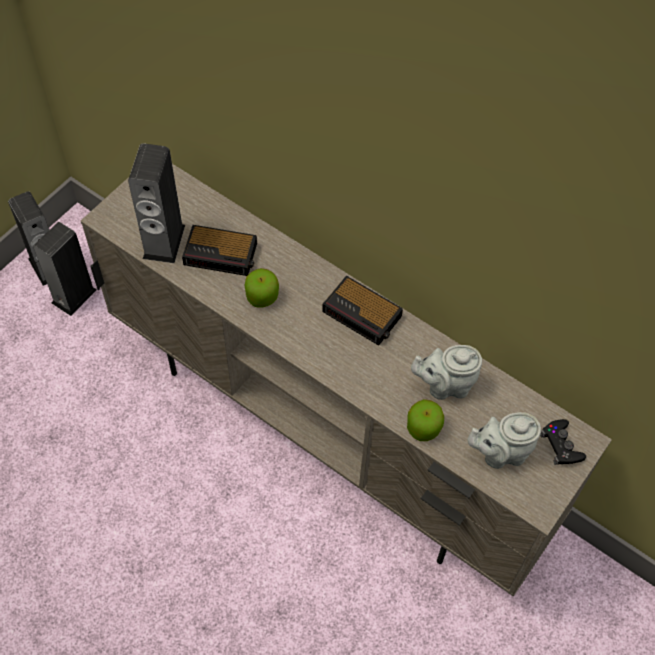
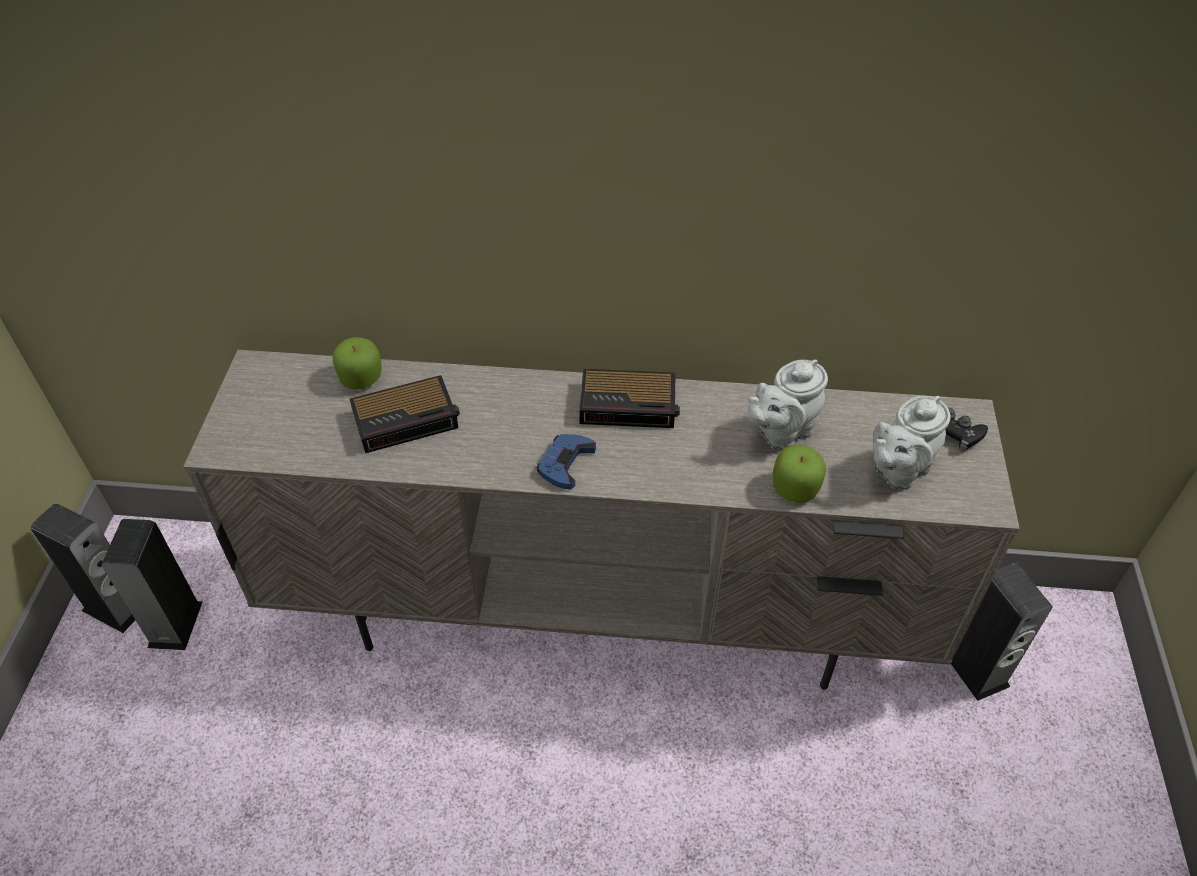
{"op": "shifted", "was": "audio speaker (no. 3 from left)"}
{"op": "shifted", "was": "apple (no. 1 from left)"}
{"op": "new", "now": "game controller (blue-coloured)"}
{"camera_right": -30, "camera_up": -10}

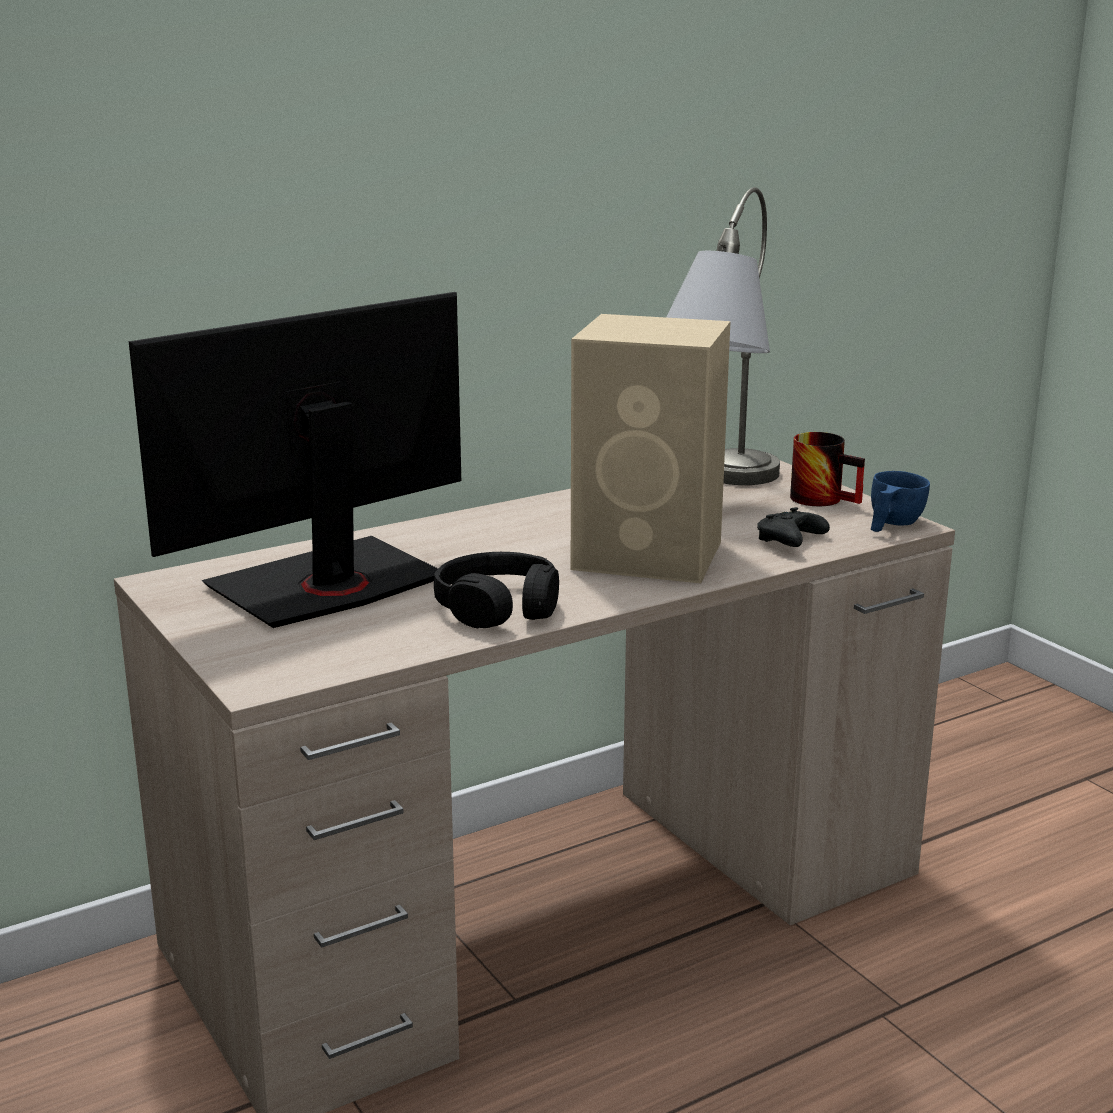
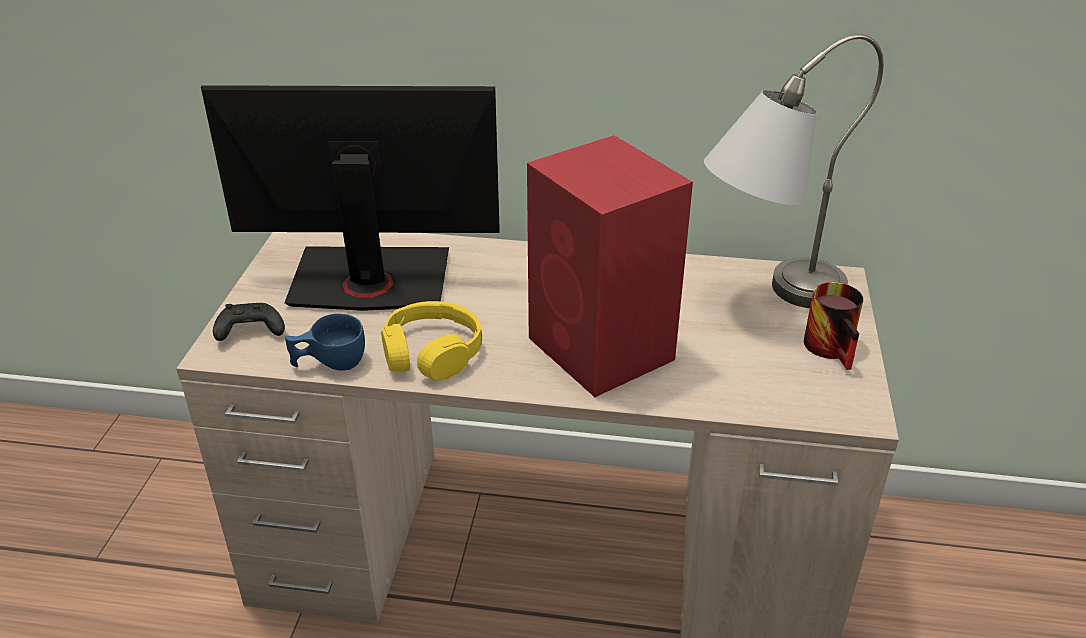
{"op": "repainted", "was": "pair of headphones (black-coloured)", "now": "pair of headphones (yellowish)"}
{"op": "repainted", "was": "audio speaker (beige)", "now": "audio speaker (red-coloured)"}
{"op": "shifted", "was": "game controller (black-coloured)"}
{"op": "shifted", "was": "cup (blue-coloured)"}
{"camera_right": 40, "camera_up": 15}

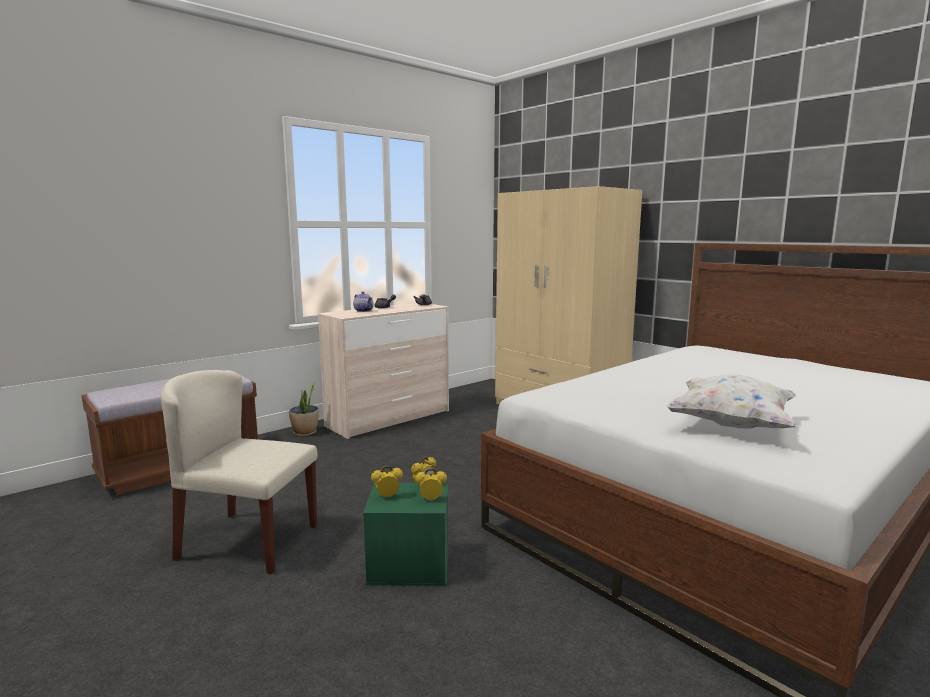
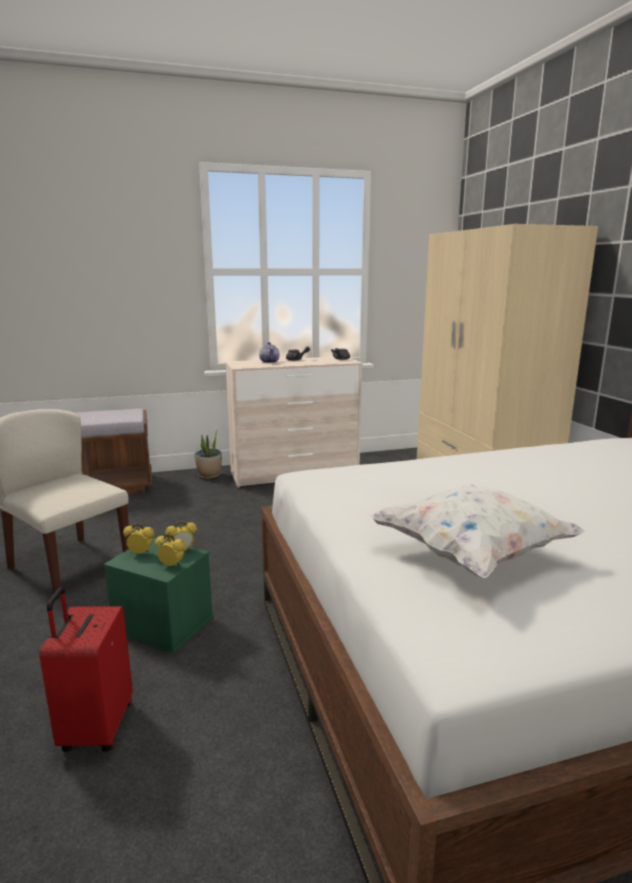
{"op": "new", "now": "travel case (red-coloured)"}
{"camera_right": 25, "camera_up": 5}

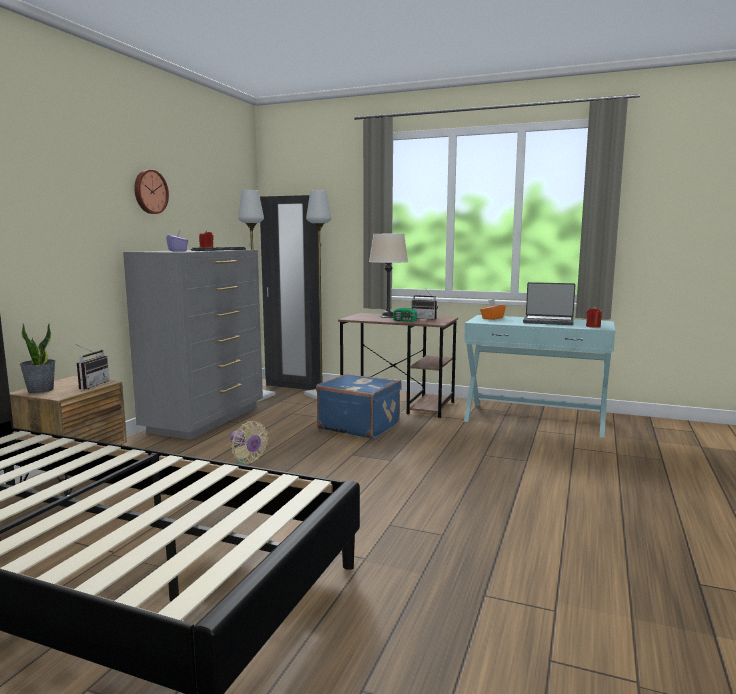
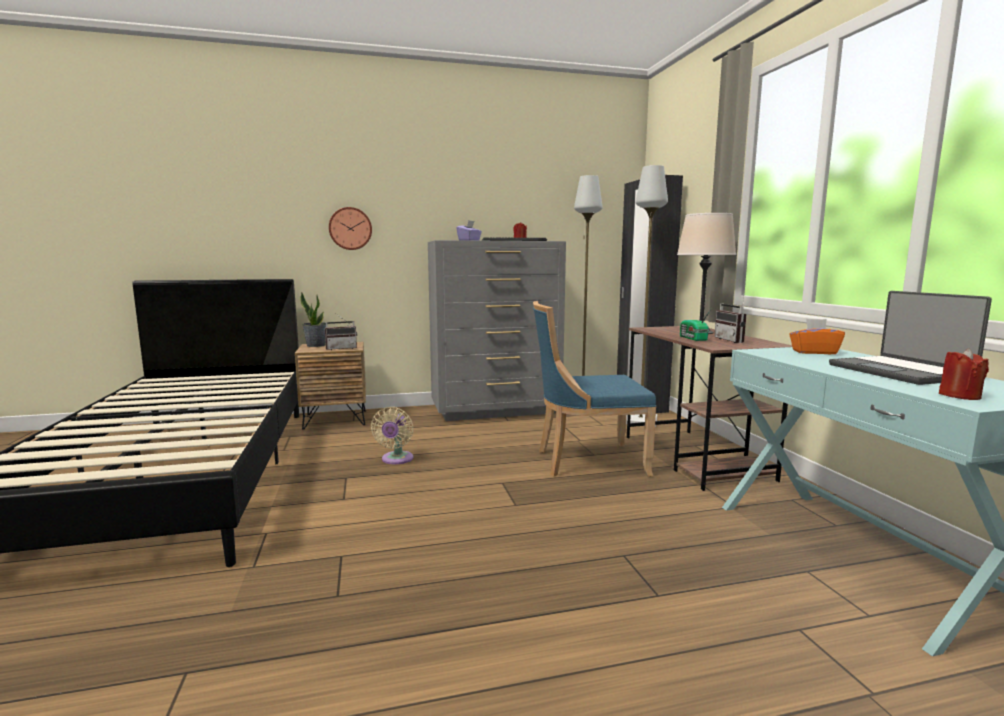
{"op": "shifted", "was": "hanging clock"}
{"op": "swapped", "was": "travel case (blue-coloured)", "now": "chair (blue-coloured)"}
{"camera_right": 55, "camera_up": 0}

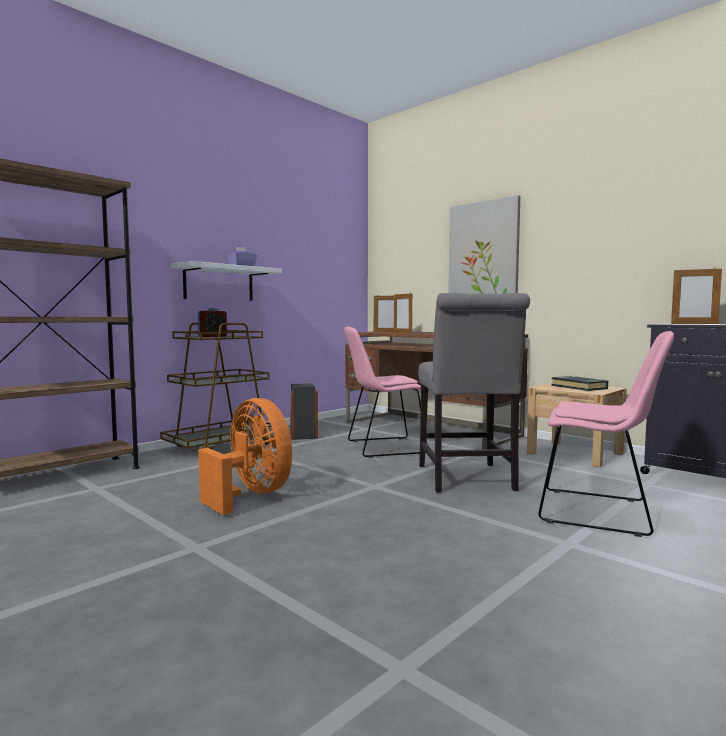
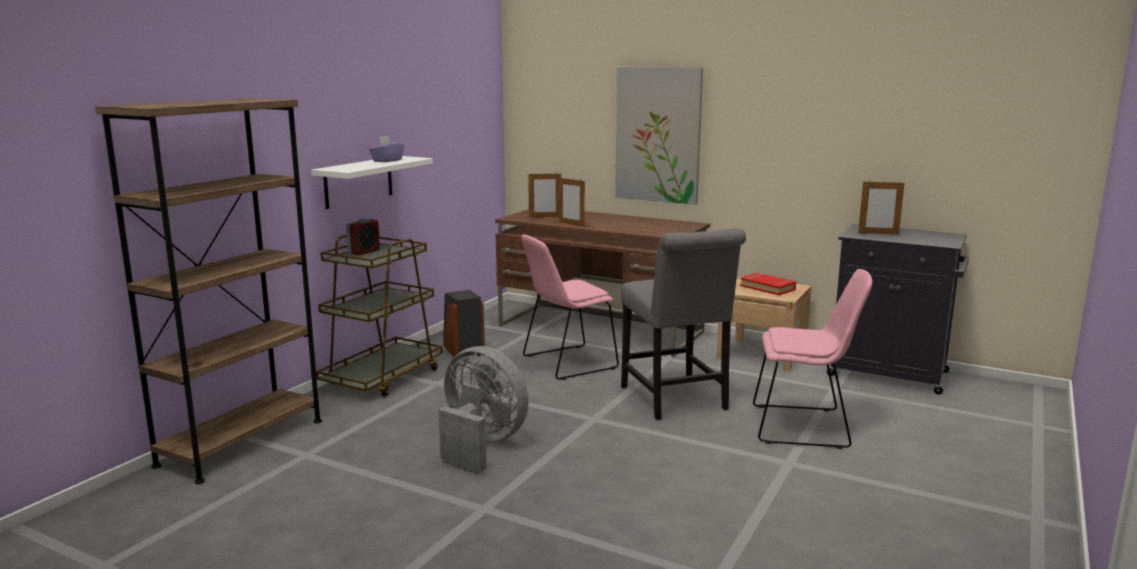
{"op": "repainted", "was": "cooling fan (orange-coloured)", "now": "cooling fan (grey)"}
{"op": "repainted", "was": "book (black-coloured)", "now": "book (red-coloured)"}
{"camera_right": -15, "camera_up": 10}

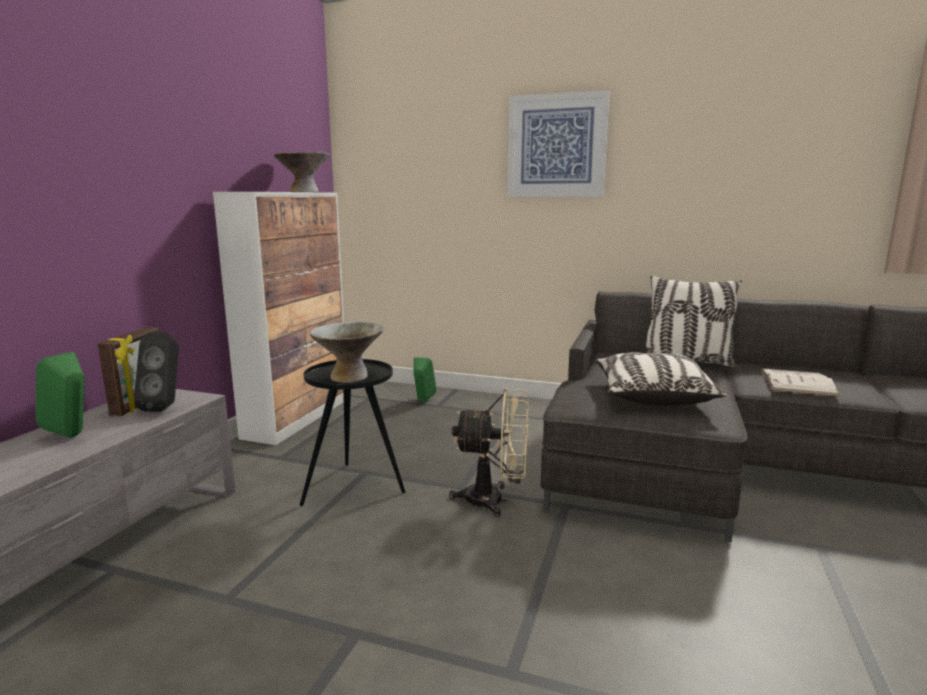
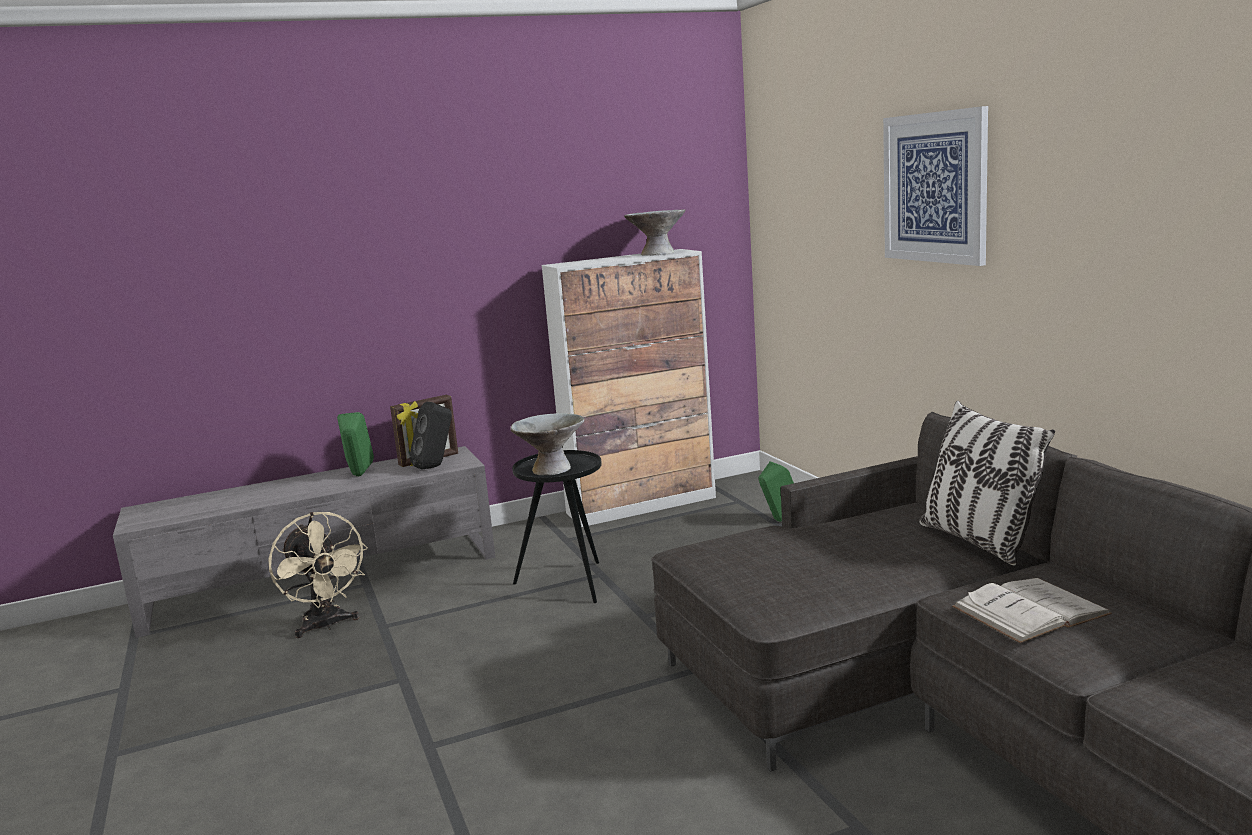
{"op": "shifted", "was": "cooling fan (beige)"}
{"op": "gone", "was": "cushion (no. 1 from left)"}
{"camera_right": 50, "camera_up": 0}

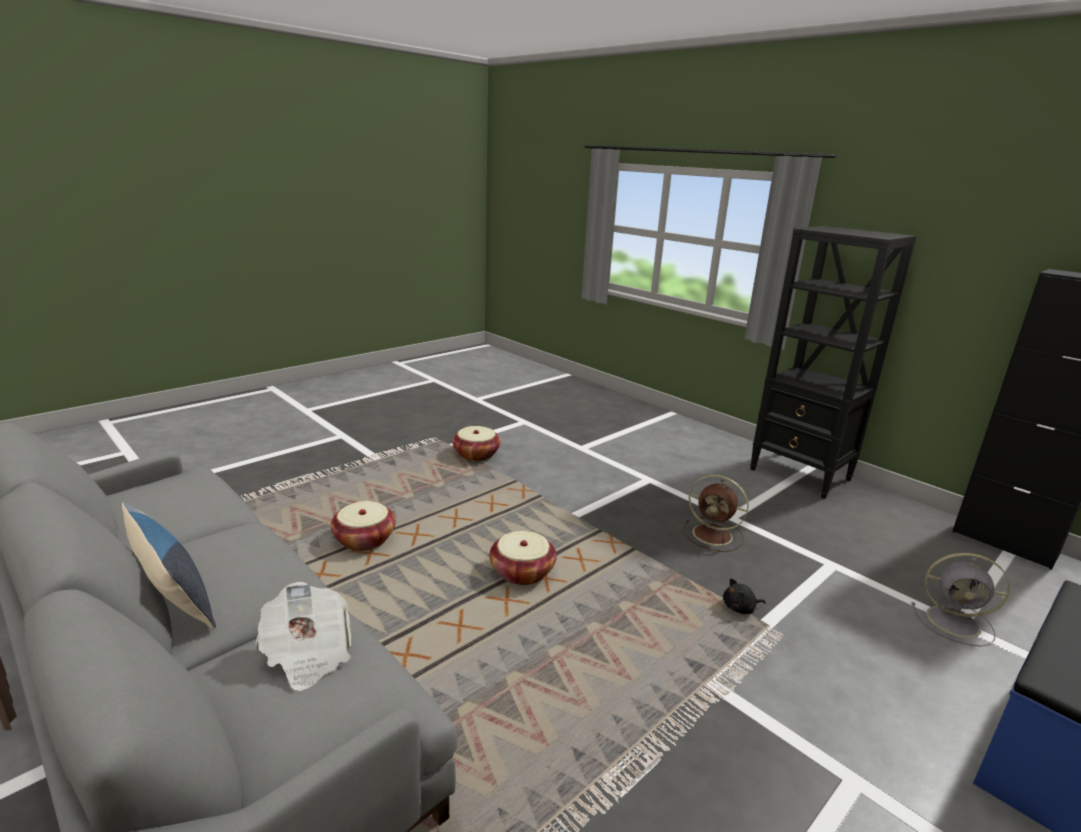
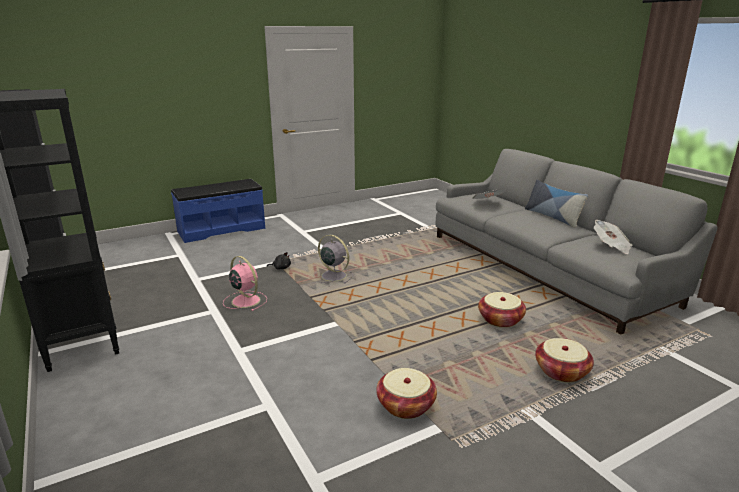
{"op": "shifted", "was": "storage basket (no. 3 from left)"}
{"op": "repainted", "was": "cooling fan (brown)", "now": "cooling fan (pink)"}
{"op": "shifted", "was": "cooling fan (grey)"}
{"op": "new", "now": "daily paper (no. 2 from left)"}
{"camera_right": -165, "camera_up": 0}

